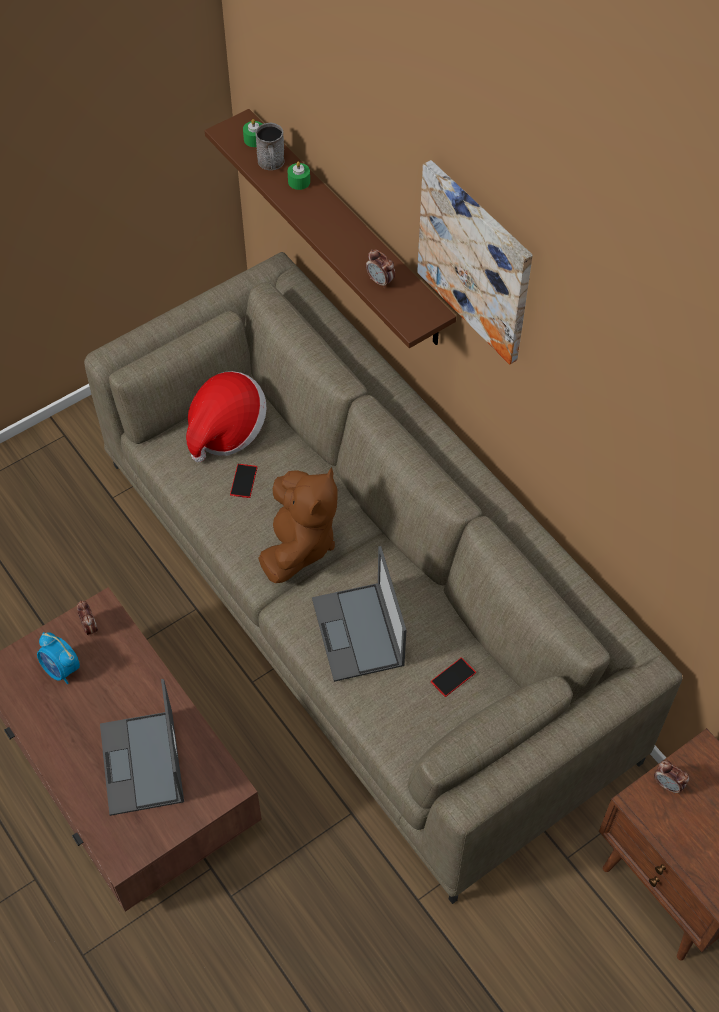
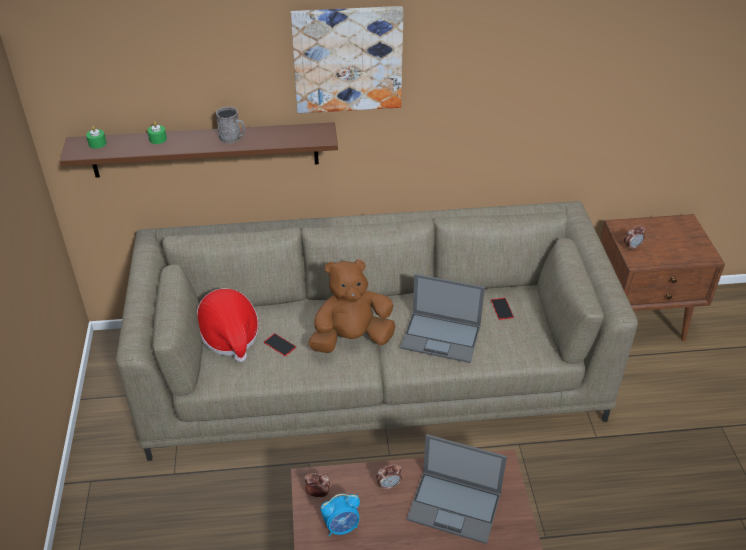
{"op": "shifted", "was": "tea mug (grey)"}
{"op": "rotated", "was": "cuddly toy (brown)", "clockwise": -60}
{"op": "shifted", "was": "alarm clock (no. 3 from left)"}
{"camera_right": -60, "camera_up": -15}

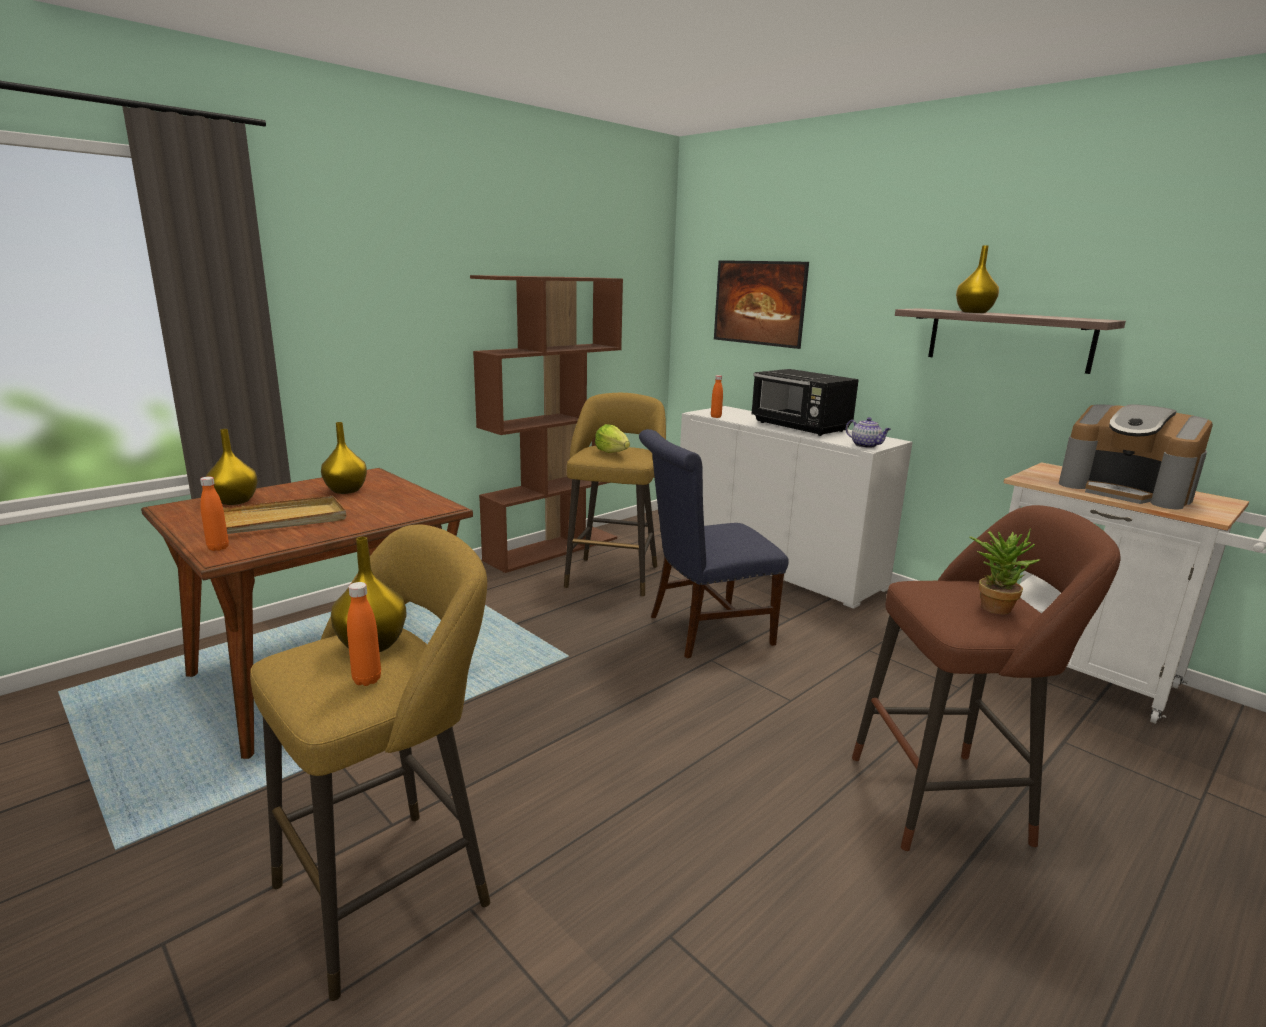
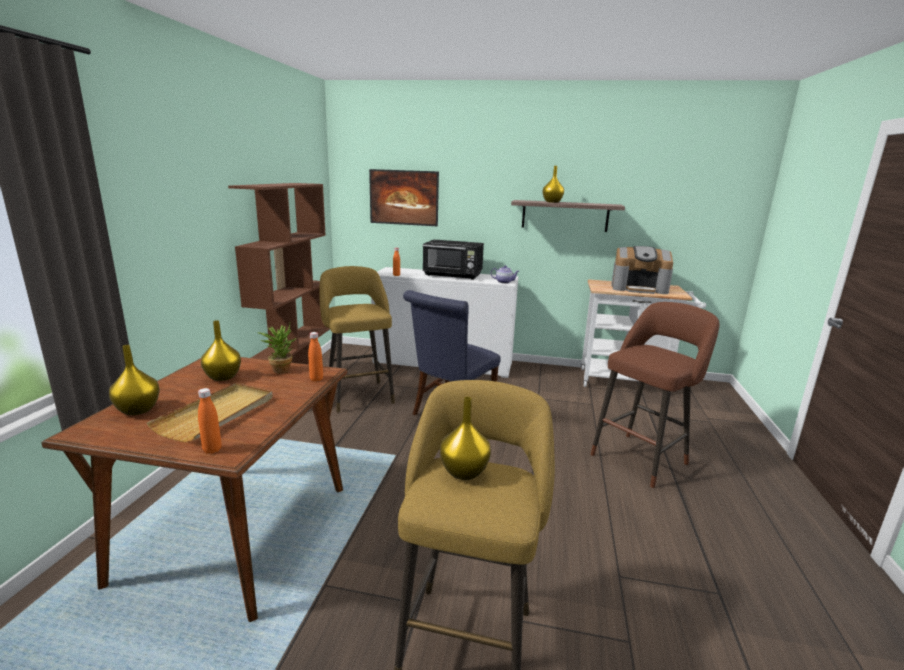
{"op": "shifted", "was": "beverage bottle (orange-coloured) (no. 2 from left)"}
{"op": "gone", "was": "lettuce"}
{"op": "shifted", "was": "plant in a pot"}
{"camera_right": -35, "camera_up": 0}

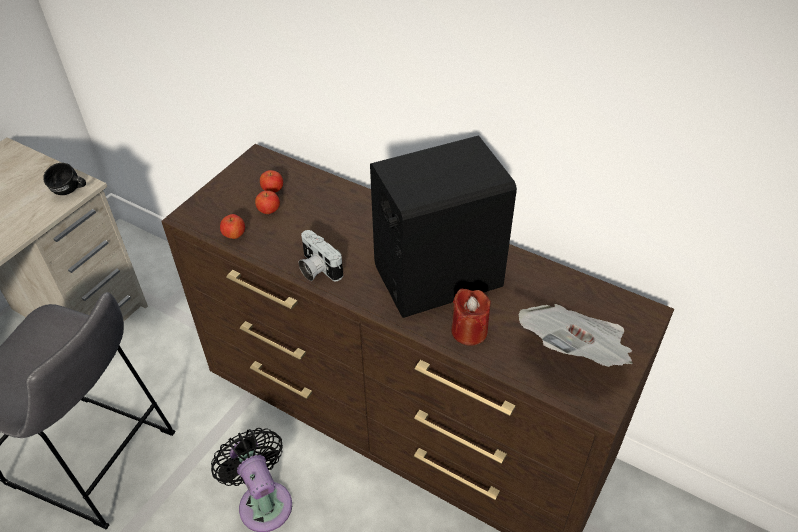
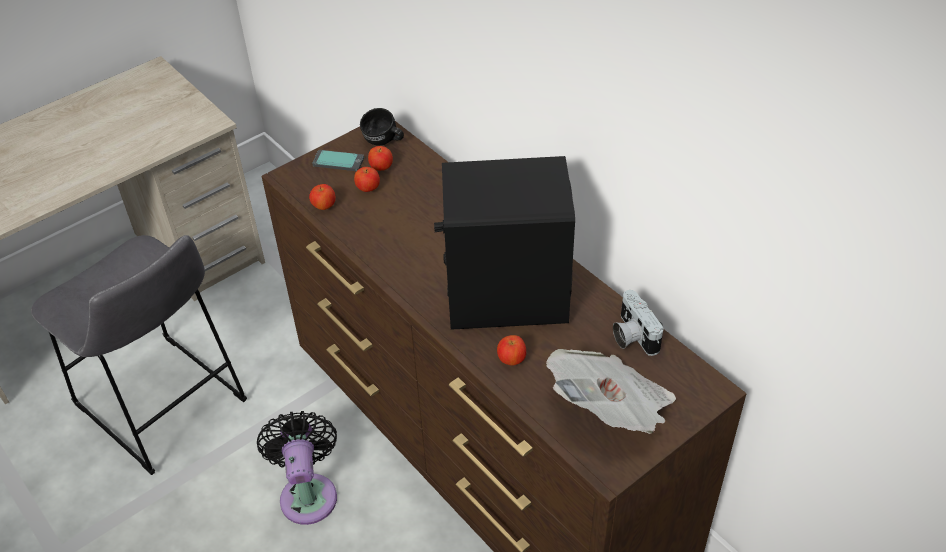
{"op": "shifted", "was": "tea mug (black-coloured)"}
{"op": "shifted", "was": "still camera"}
{"op": "swapped", "was": "wax light (red-coloured)", "now": "apple (no. 4 from left)"}
{"op": "new", "now": "phone"}
{"camera_right": 20, "camera_up": 0}

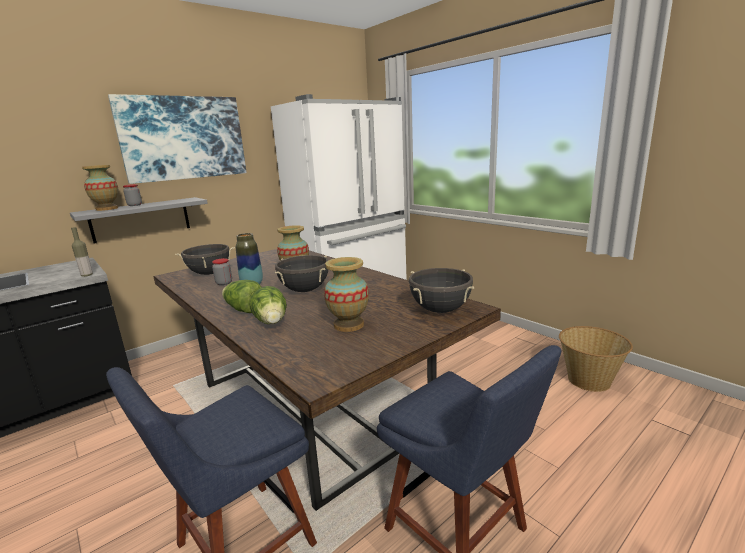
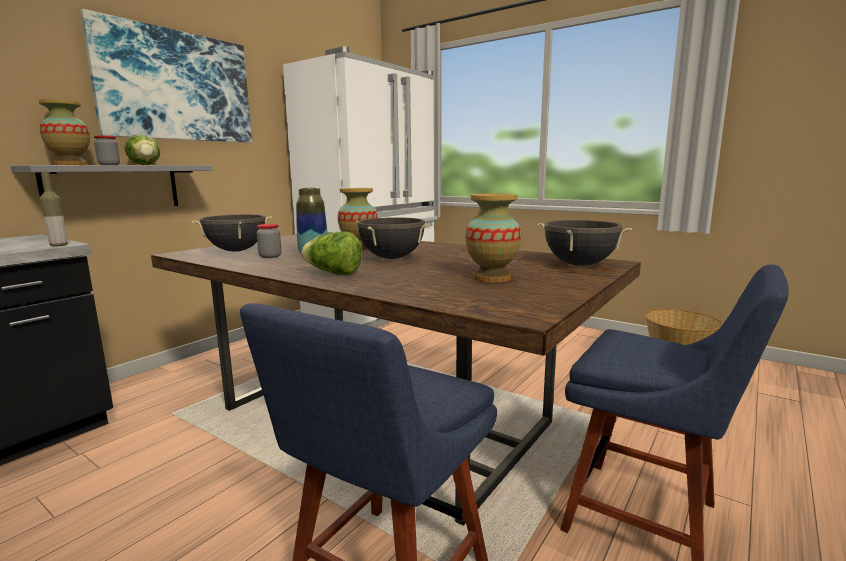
{"op": "shifted", "was": "lettuce (no. 2 from left in the first image)", "now": "lettuce (no. 1 from left)"}
{"camera_right": -15, "camera_up": -5}

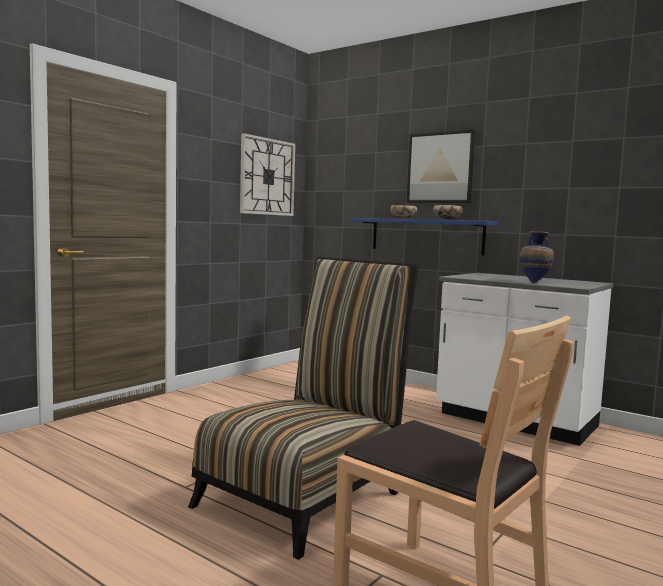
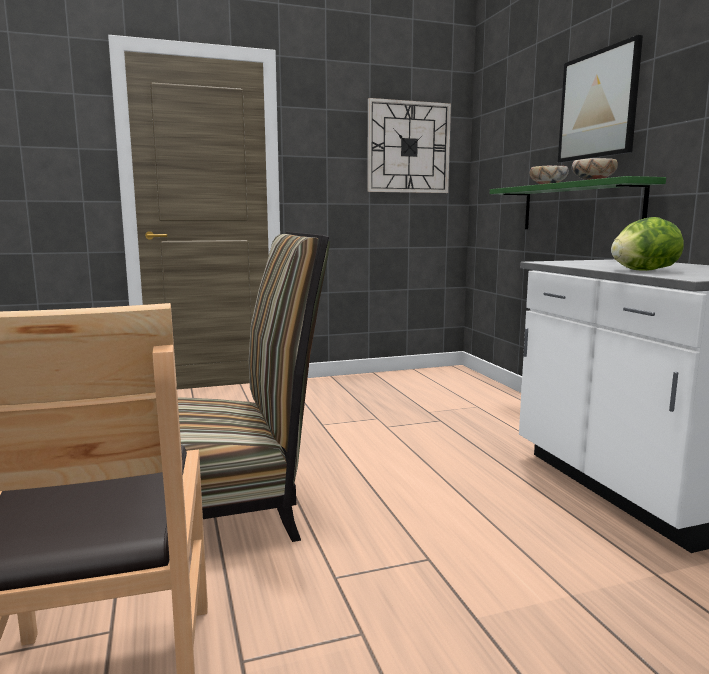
{"op": "repainted", "was": "shelf (blue-coloured)", "now": "shelf (green)"}
{"op": "swapped", "was": "flower vase", "now": "lettuce"}
{"camera_right": 35, "camera_up": 5}

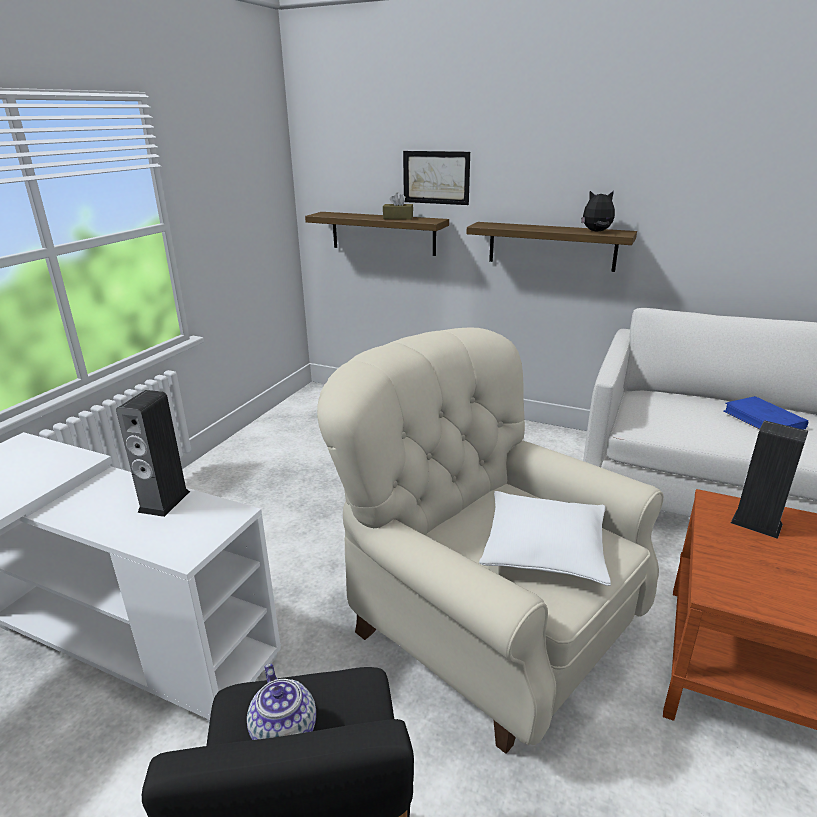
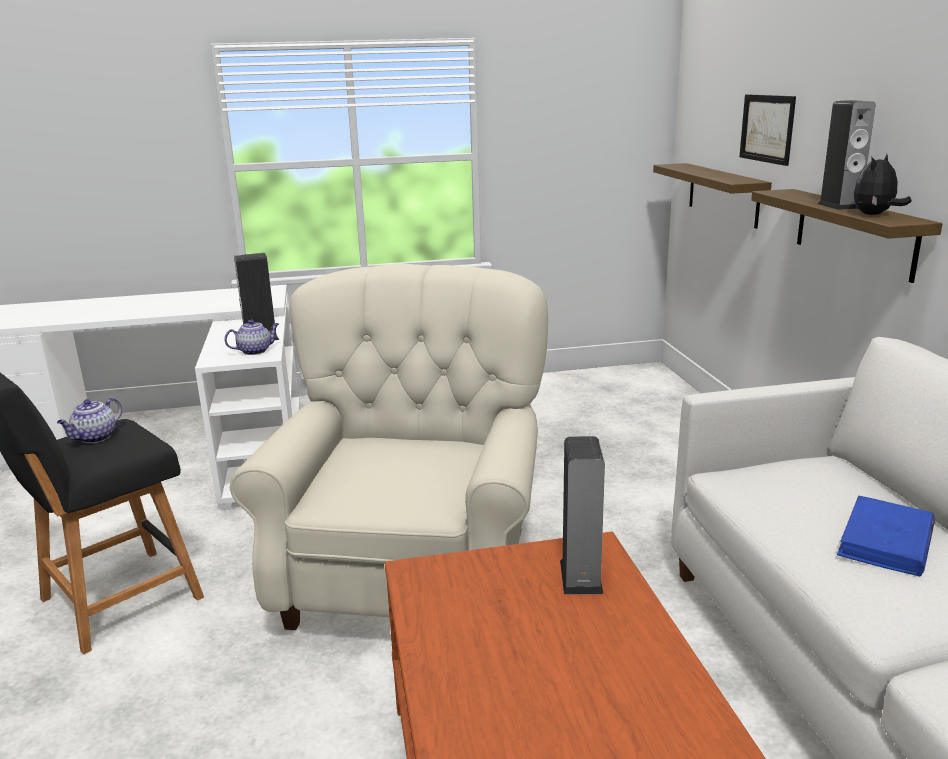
{"op": "gone", "was": "tissue holder (brown)"}
{"op": "gone", "was": "cushion (white)"}
{"op": "rotated", "was": "cuddly toy", "clockwise": -105}
{"op": "new", "now": "teapot (no. 2 from left)"}
{"op": "new", "now": "audio speaker (no. 3 from left)"}
{"camera_right": 55, "camera_up": -5}

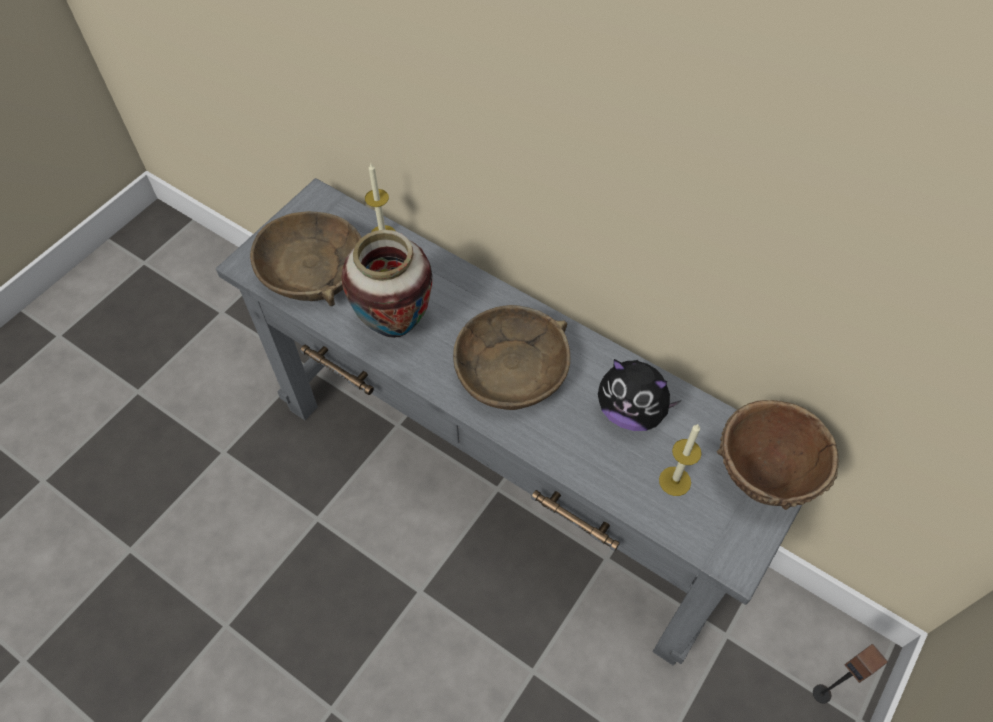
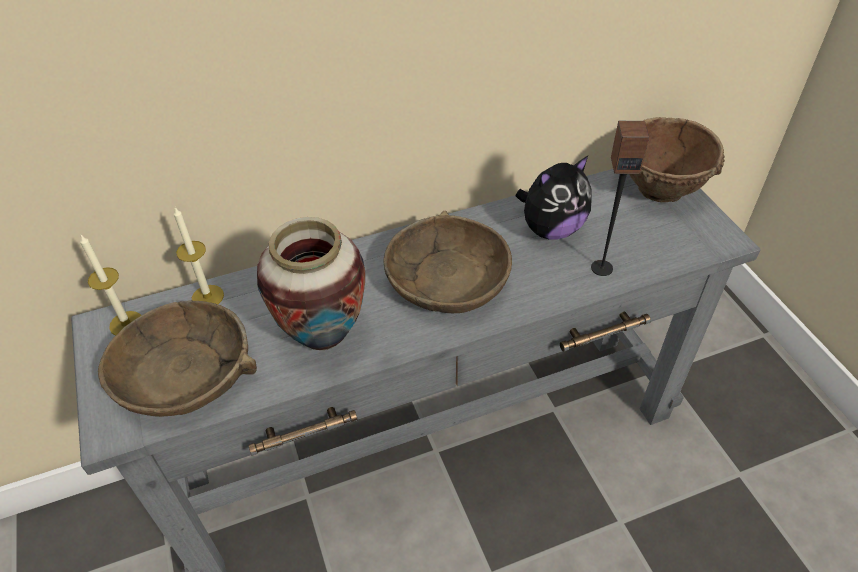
{"op": "shifted", "was": "wax light (no. 2 from left in the first image)", "now": "wax light (no. 1 from left)"}
{"op": "shifted", "was": "audio speaker"}
{"camera_right": -55, "camera_up": -10}

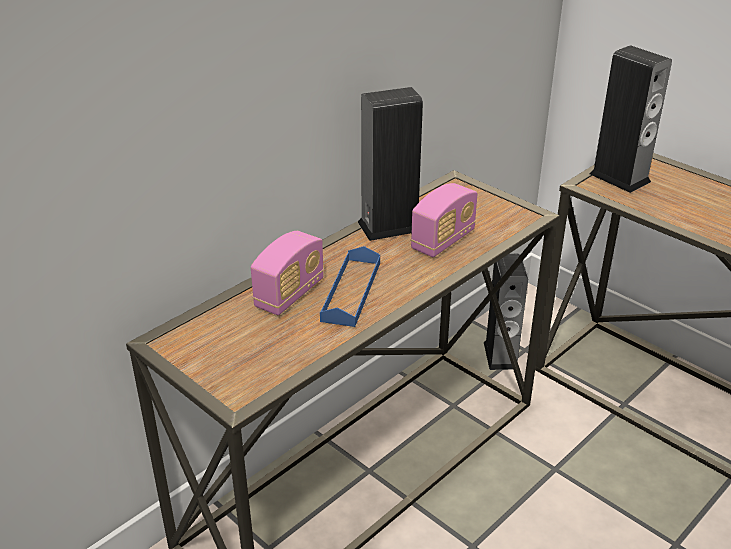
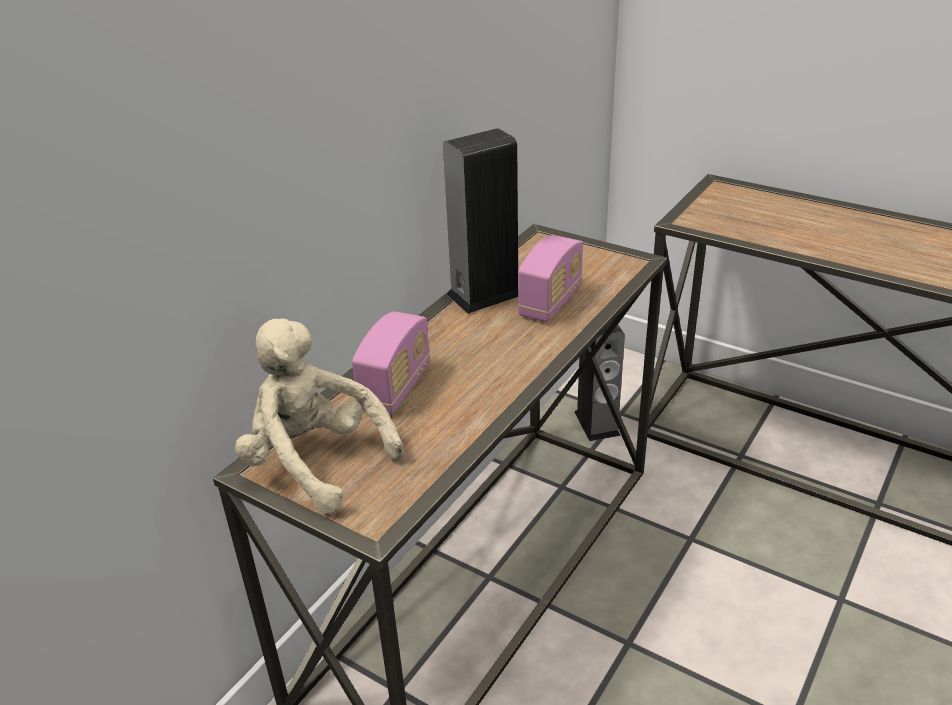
{"op": "gone", "was": "tray (blue-coloured)"}
{"op": "gone", "was": "audio speaker (no. 3 from left)"}
{"op": "new", "now": "cuddly toy (beige)"}
{"camera_right": -10, "camera_up": 0}

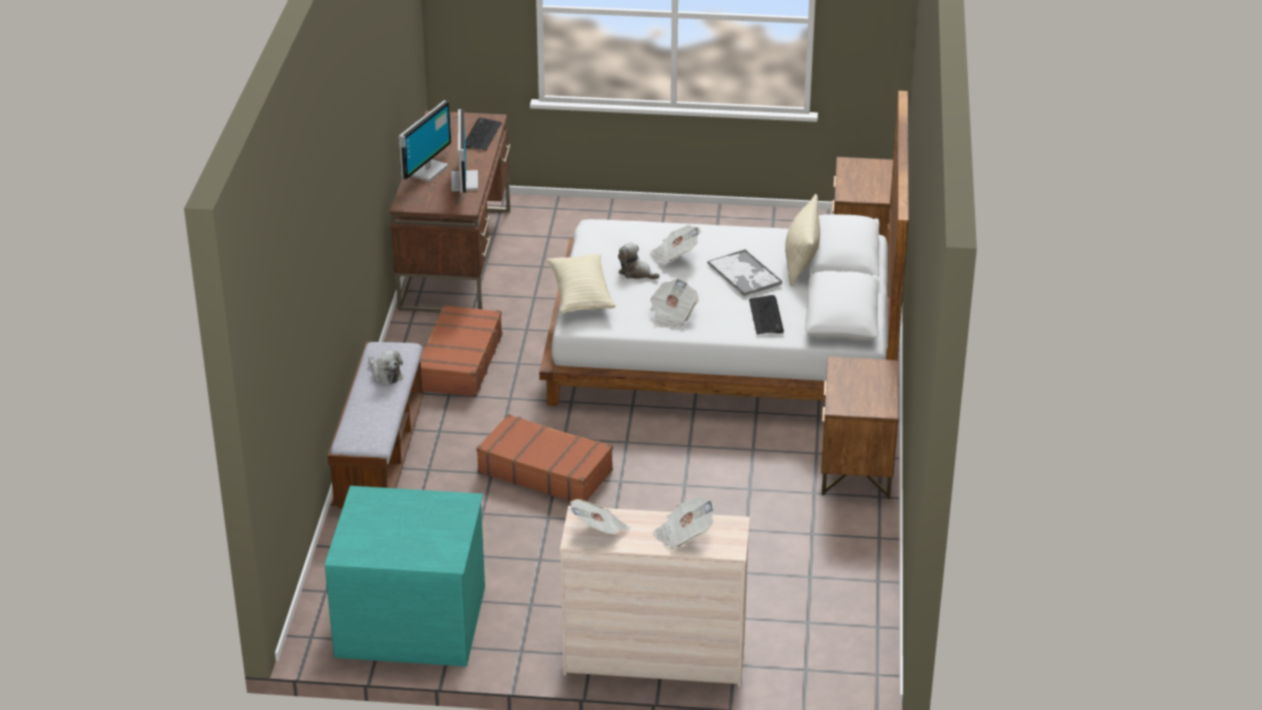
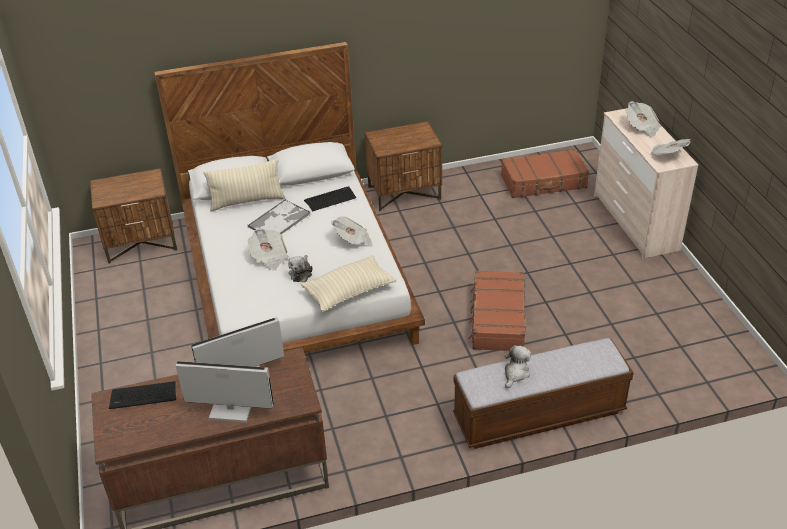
{"op": "gone", "was": "dresser (turquoise-coloured)"}
{"op": "shifted", "was": "travel case (brown) (no. 1 from left in the first image)", "now": "travel case (brown) (no. 2 from left)"}
{"camera_right": -110, "camera_up": 5}

